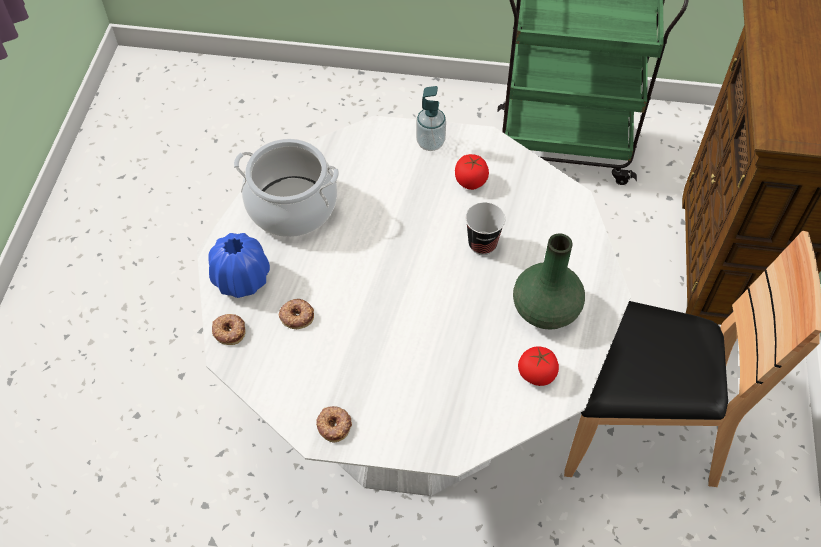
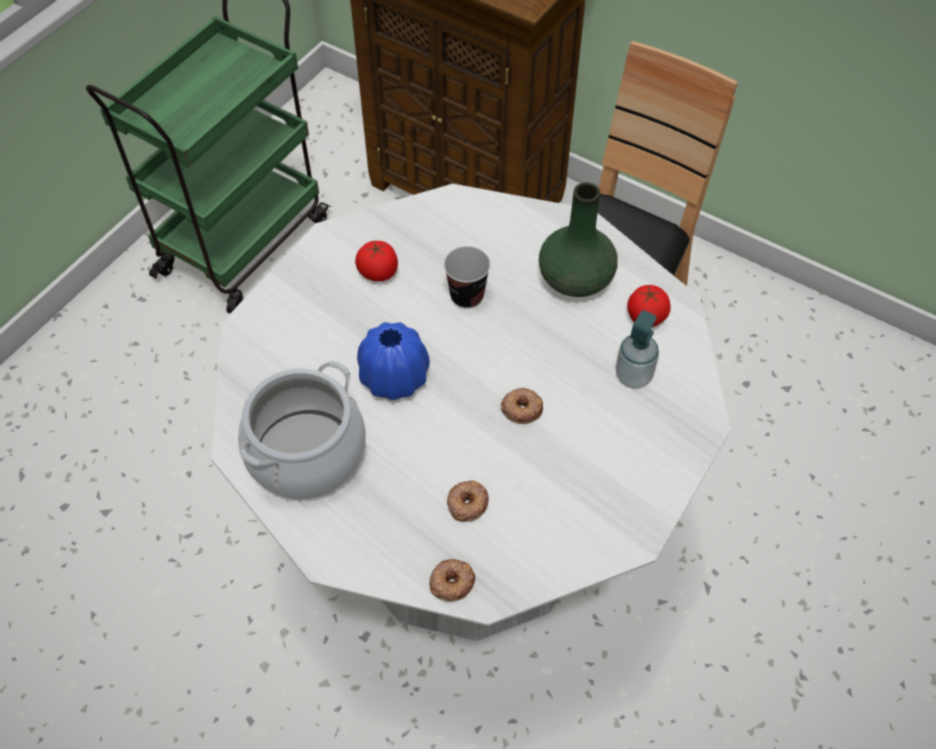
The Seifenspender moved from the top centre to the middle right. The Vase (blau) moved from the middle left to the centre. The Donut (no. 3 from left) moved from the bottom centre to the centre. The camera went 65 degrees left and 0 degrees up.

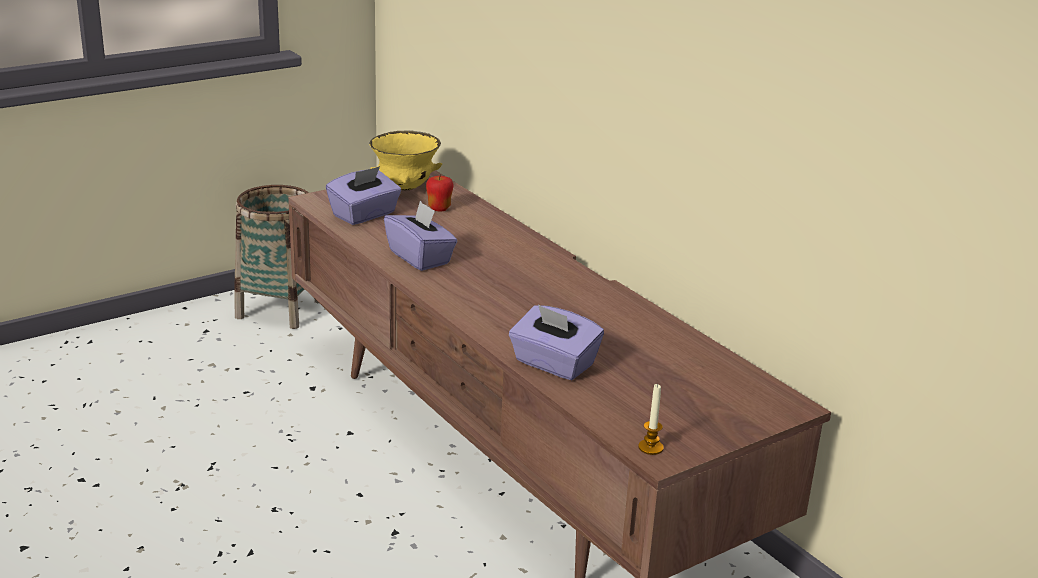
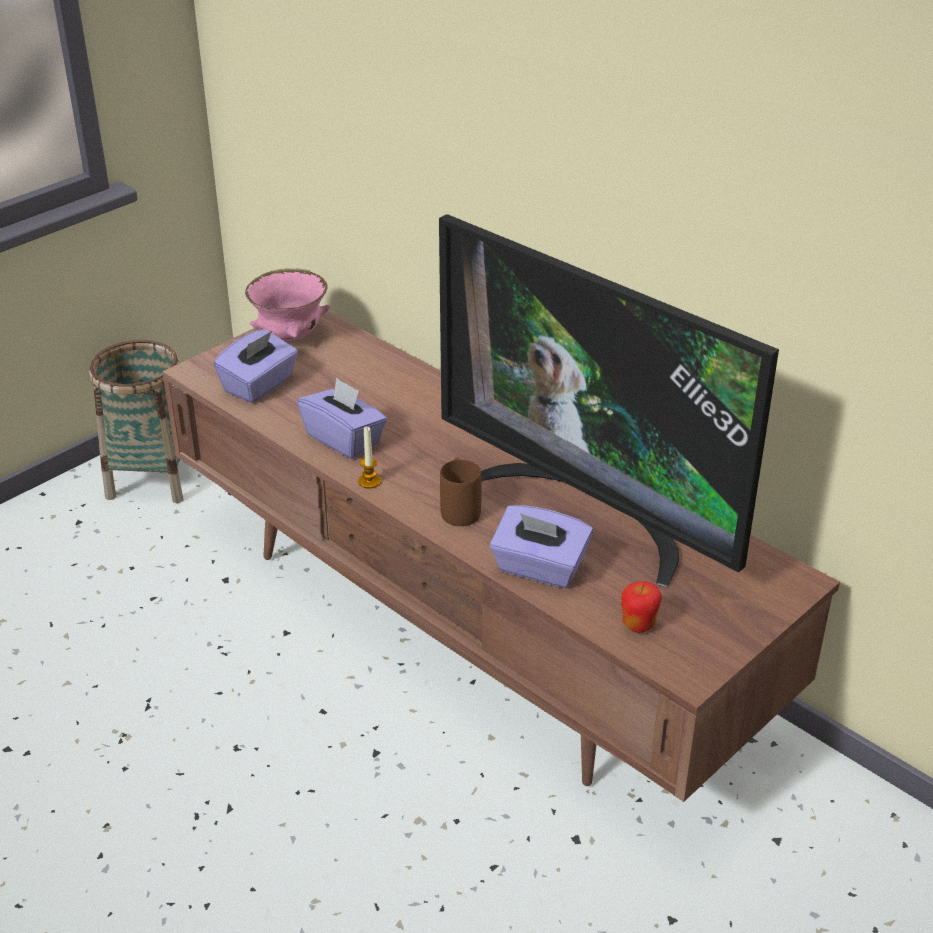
The Schüssel (gelb) at the top centre became the Schüssel (rosa) at the top left. The Apfel moved from the top centre to the middle right. The Kerze moved from the bottom centre to the centre. The Fernseher at the centre appeared. The Henkelbecher (braun) at the centre appeared. The camera went 10 degrees left and 10 degrees up.

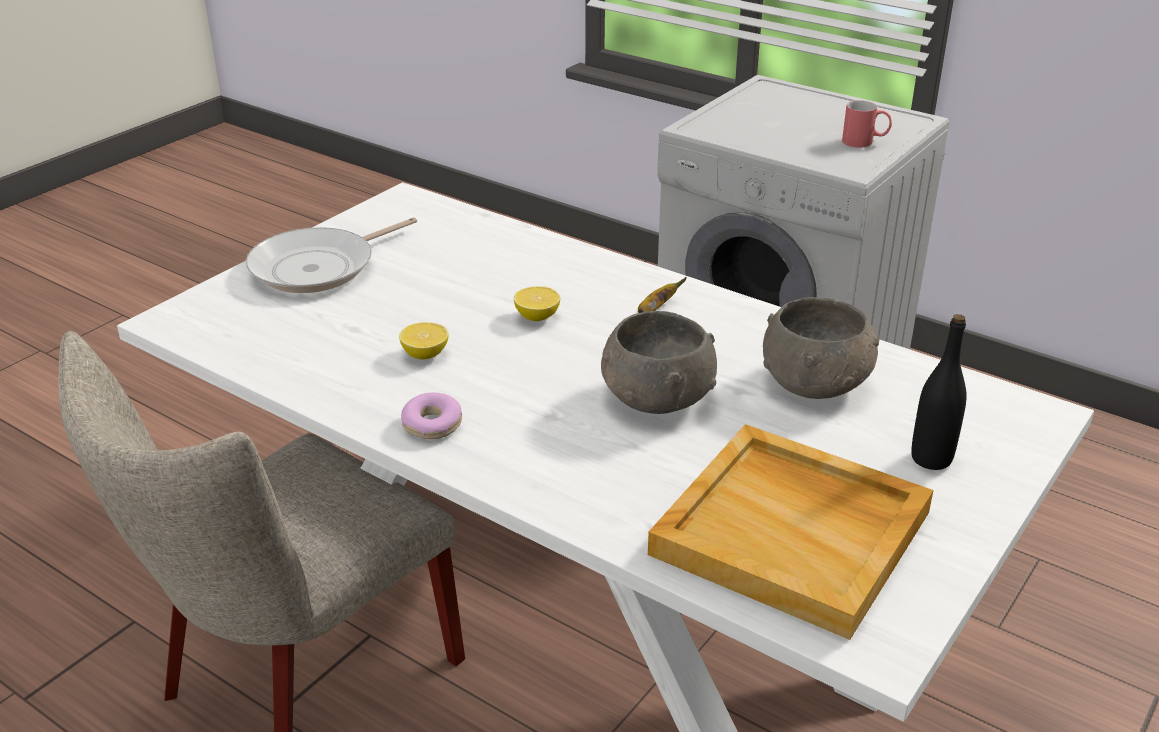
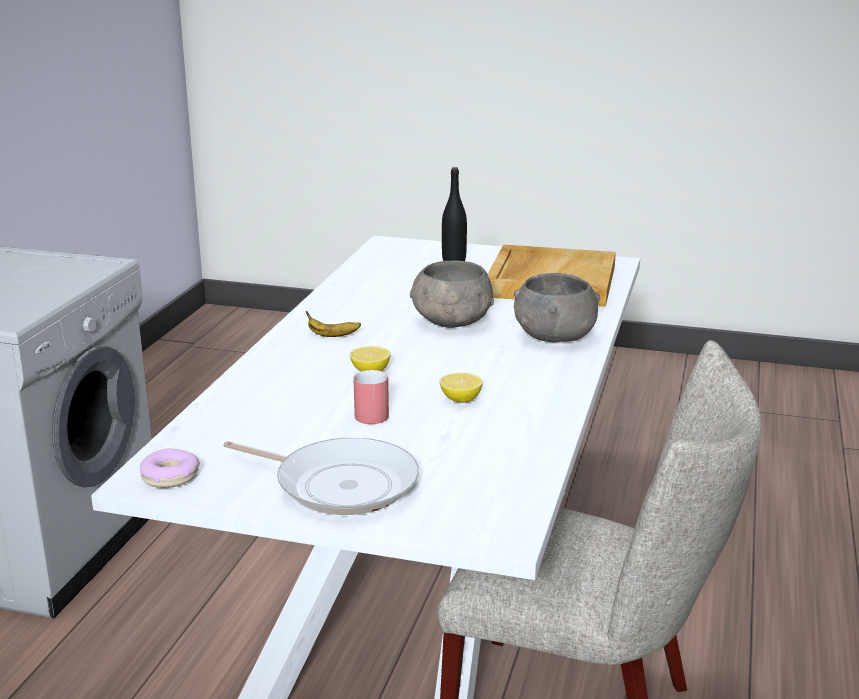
The Henkelbecher (rot) moved from the top right to the centre. The Schüssel (grau) (no. 2 from left) moved from the middle right to the centre. The Donut moved from the centre to the bottom left. The camera went 110 degrees left and 10 degrees down.

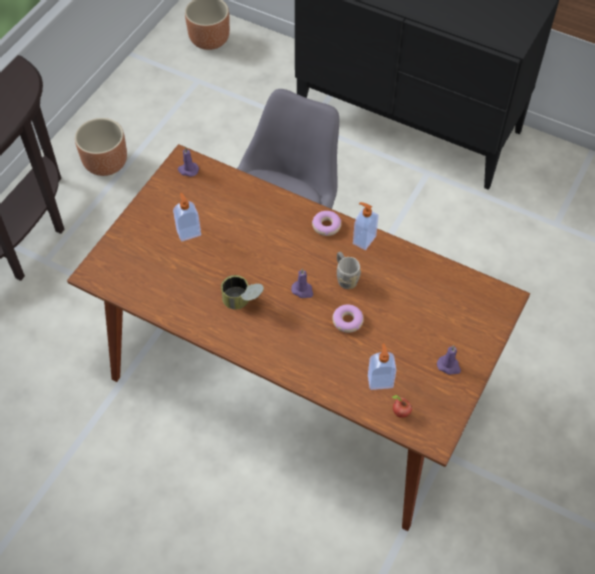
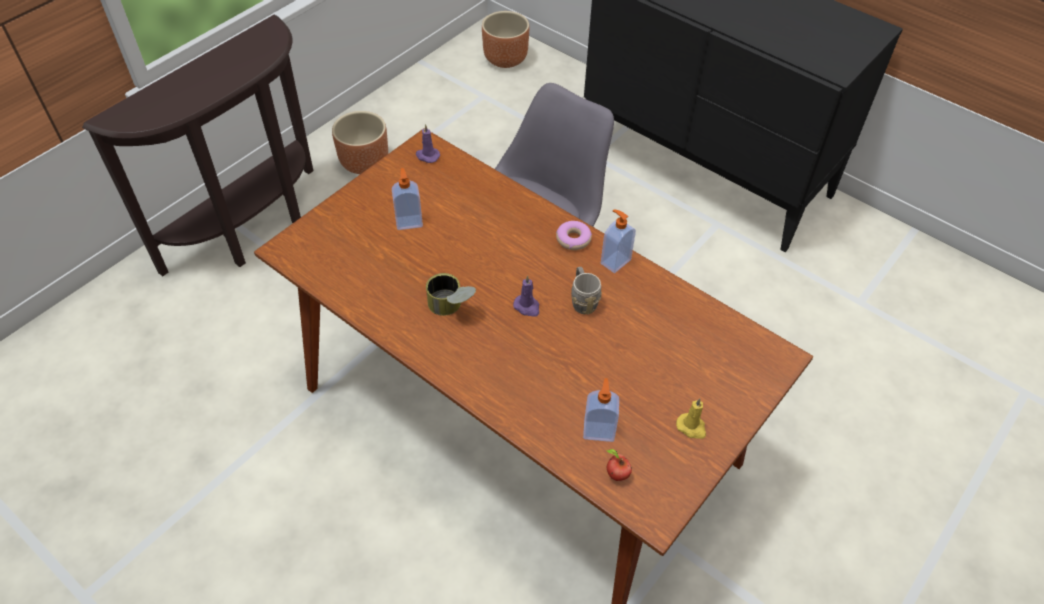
The Donut (no. 2 from left) at the centre disappeared. The Kerze (lila) (no. 3 from left) at the middle right became the Kerze (gelb) at the bottom centre. The camera went 10 degrees right and 5 degrees down.

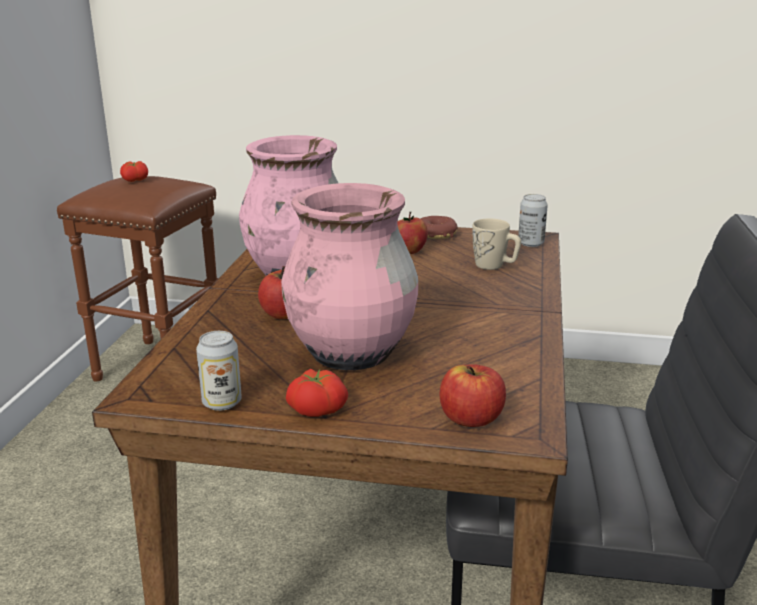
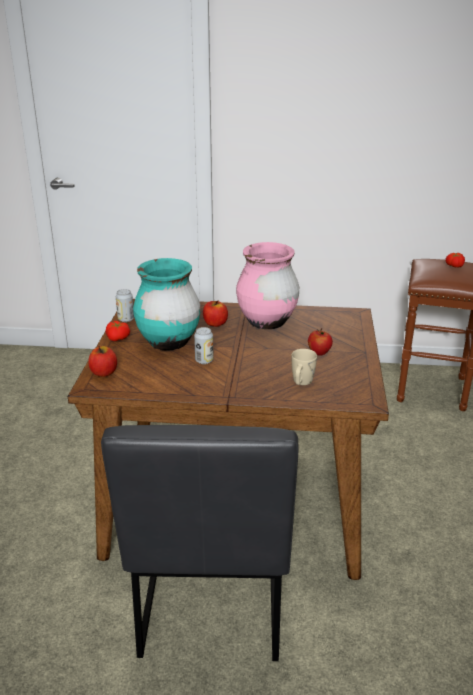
The Vase (rosa) (no. 2 from left) at the centre became the Vase (türkis) at the centre. The Dose (no. 2 from left) moved from the middle right to the centre. The Donut at the centre disappeared. The camera went 85 degrees right and 5 degrees up.

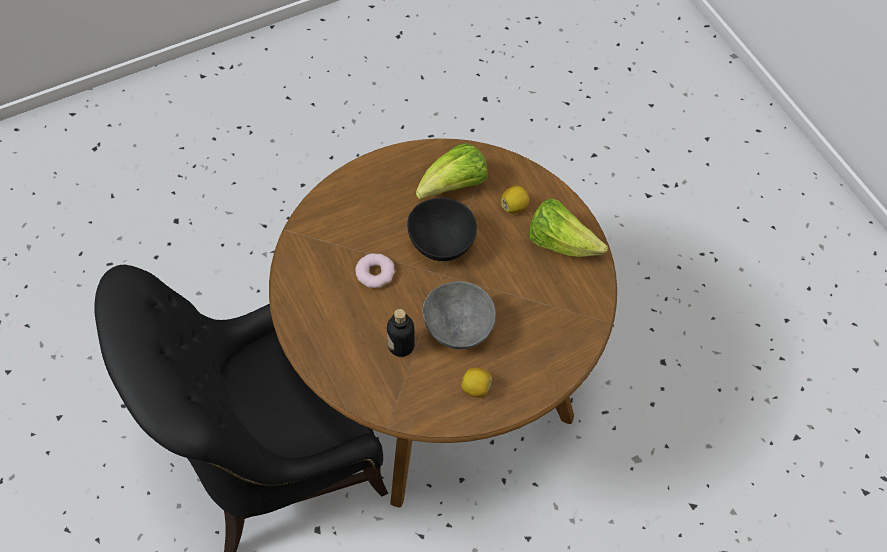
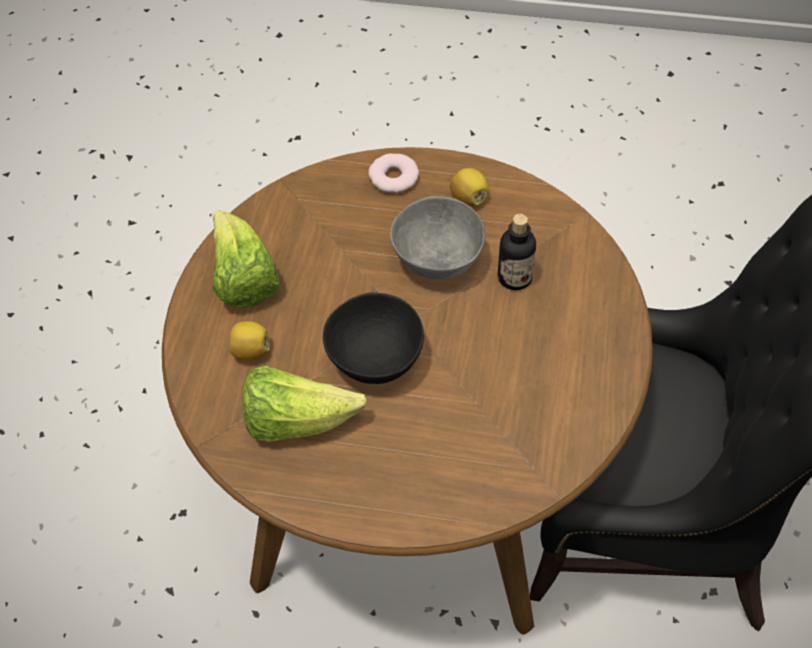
The Donut moved from the centre to the top centre. The camera went 140 degrees left and 5 degrees down.

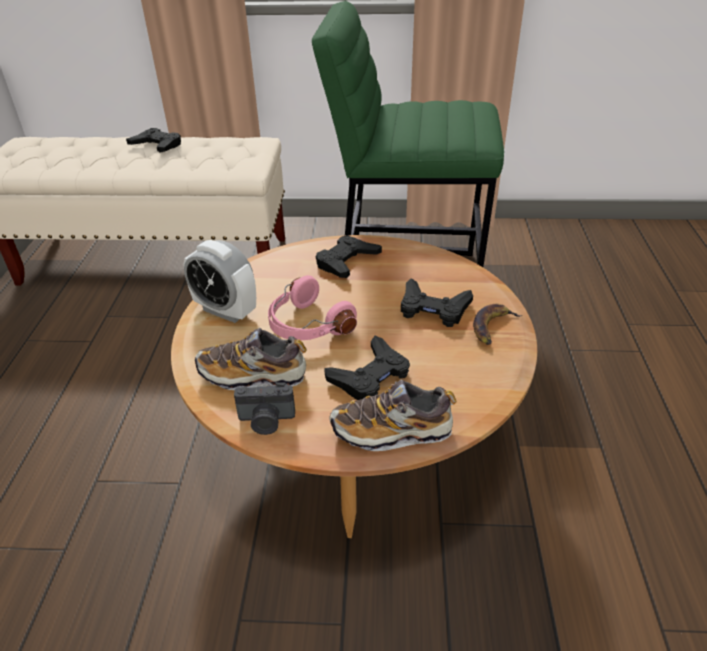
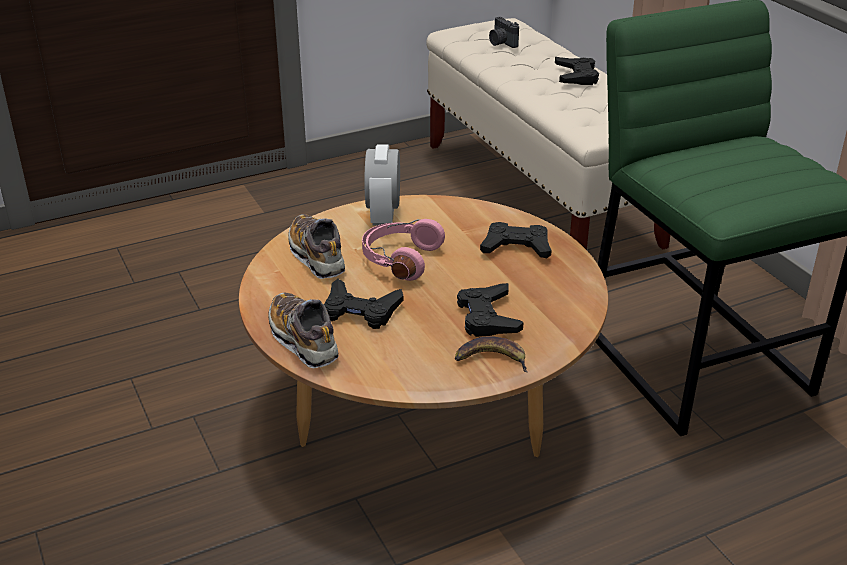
The Kamera moved from the centre to the top centre. The camera went 60 degrees right and 5 degrees down.

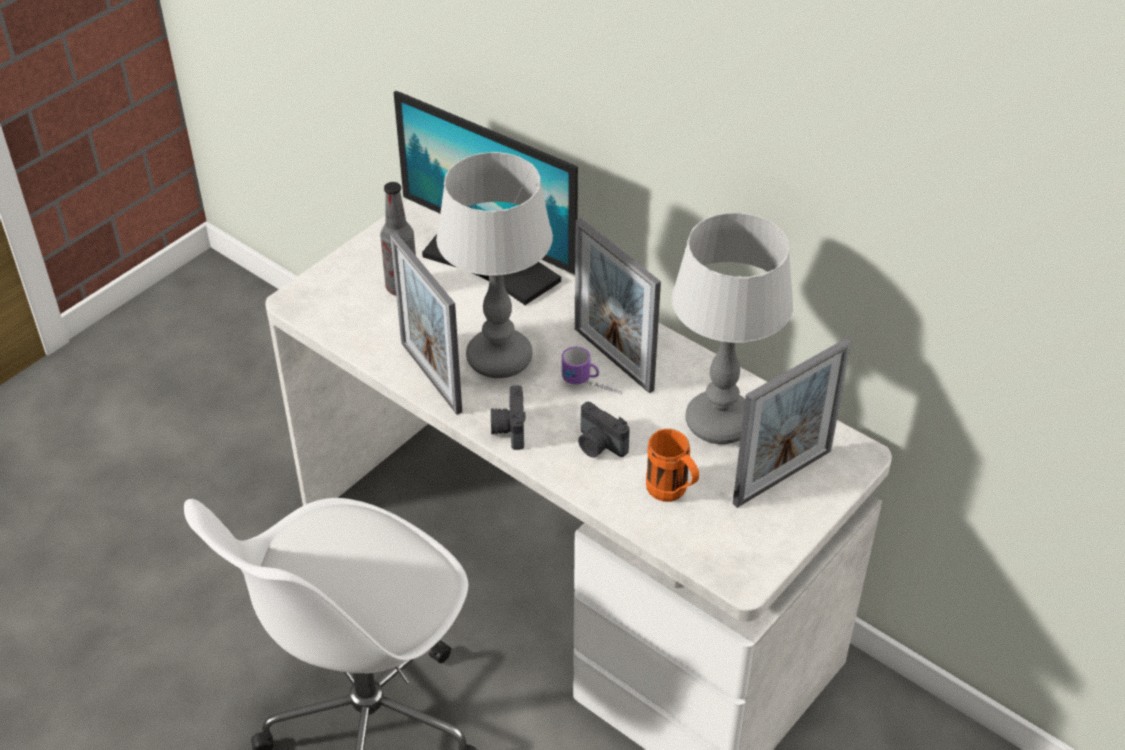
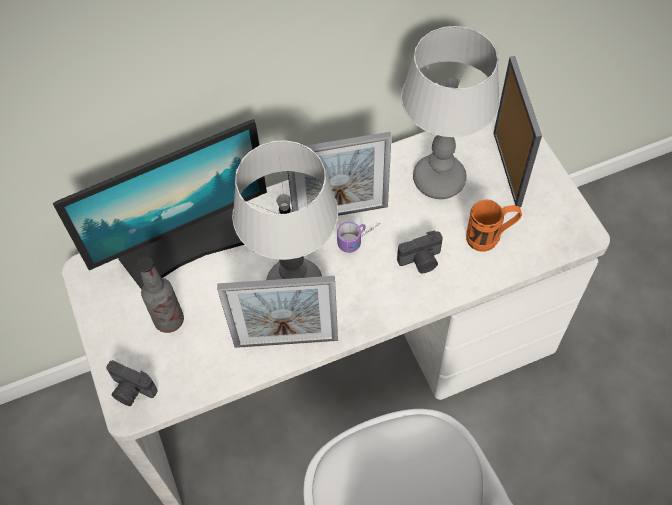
The Kamera (no. 1 from left) moved from the centre to the bottom left. The camera went 60 degrees left and 15 degrees up.

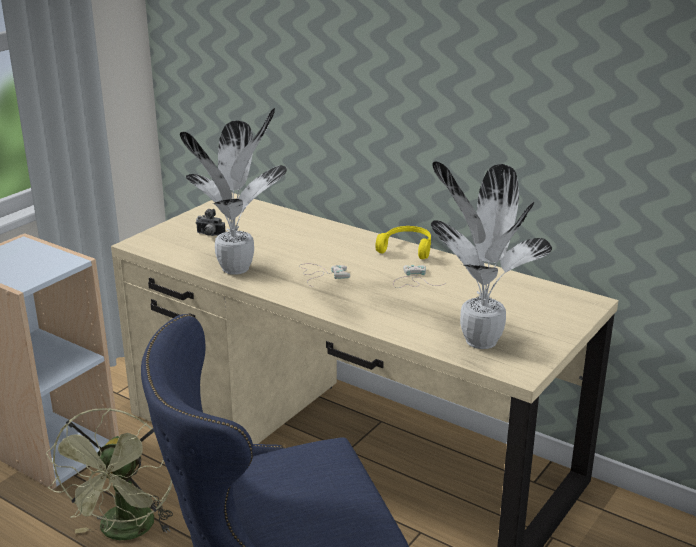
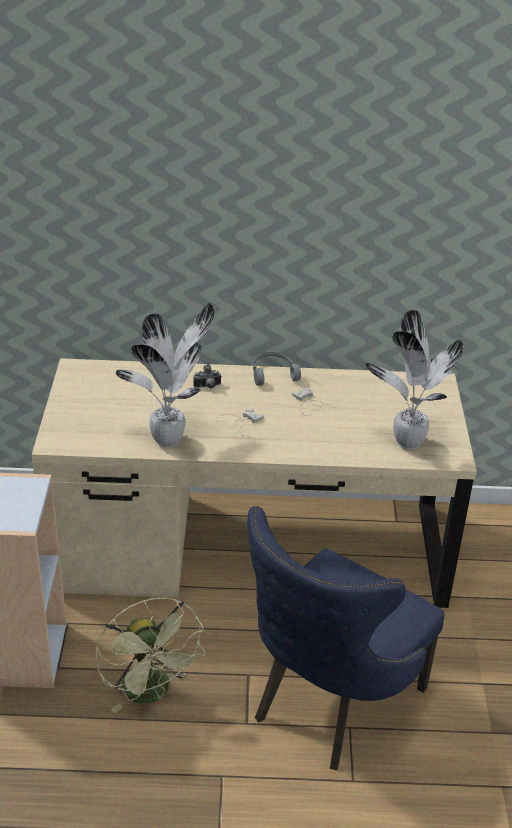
The Kamera moved from the middle left to the centre. The Kopfhörer (gelb) at the centre became the Kopfhörer (grau) at the centre. The camera went 35 degrees left and 10 degrees up.

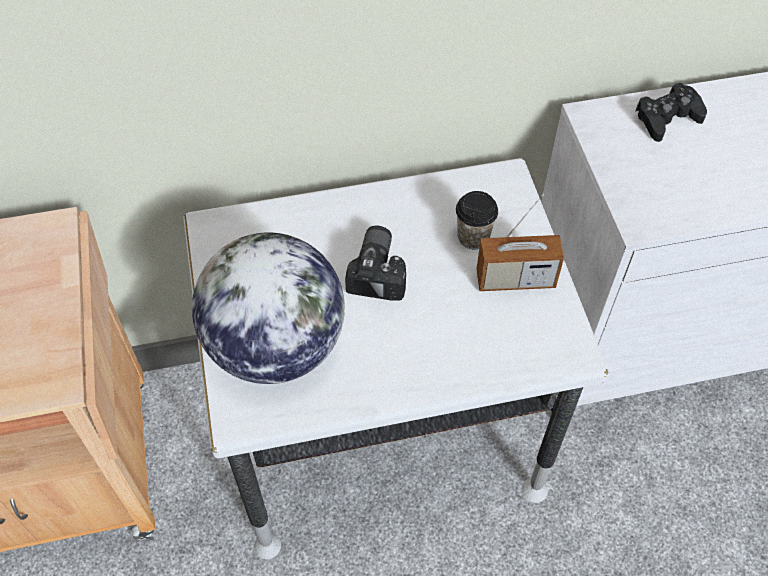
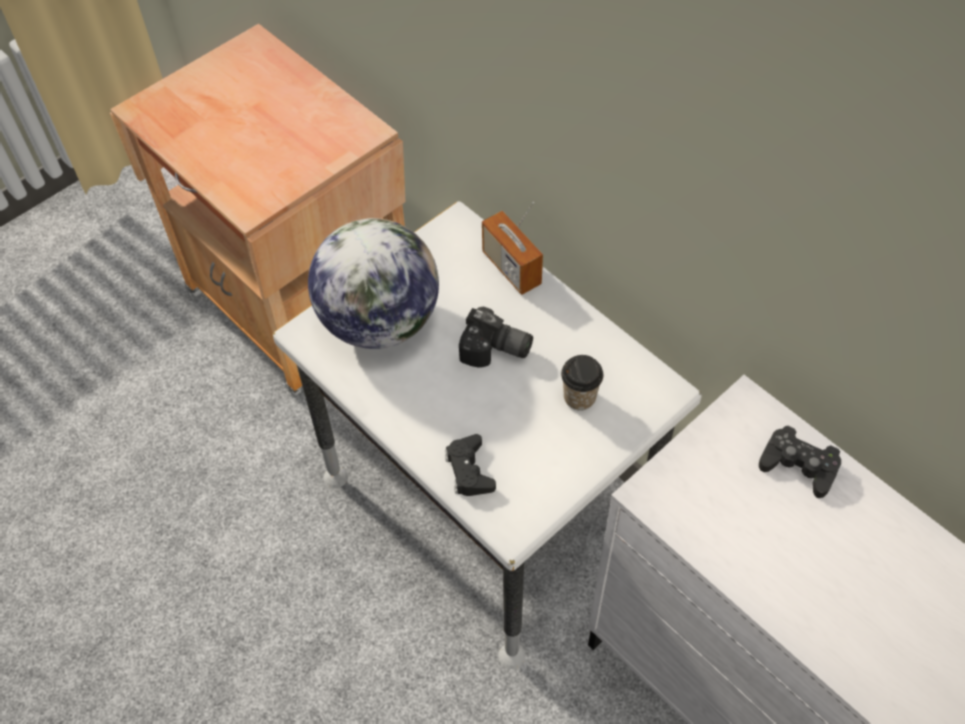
The Radio moved from the middle right to the centre. The Kamera at the centre turned 45 degrees clockwise. The Gamepad (schwarz) (no. 1 from left) at the centre appeared. The camera went 60 degrees right and 0 degrees up.

